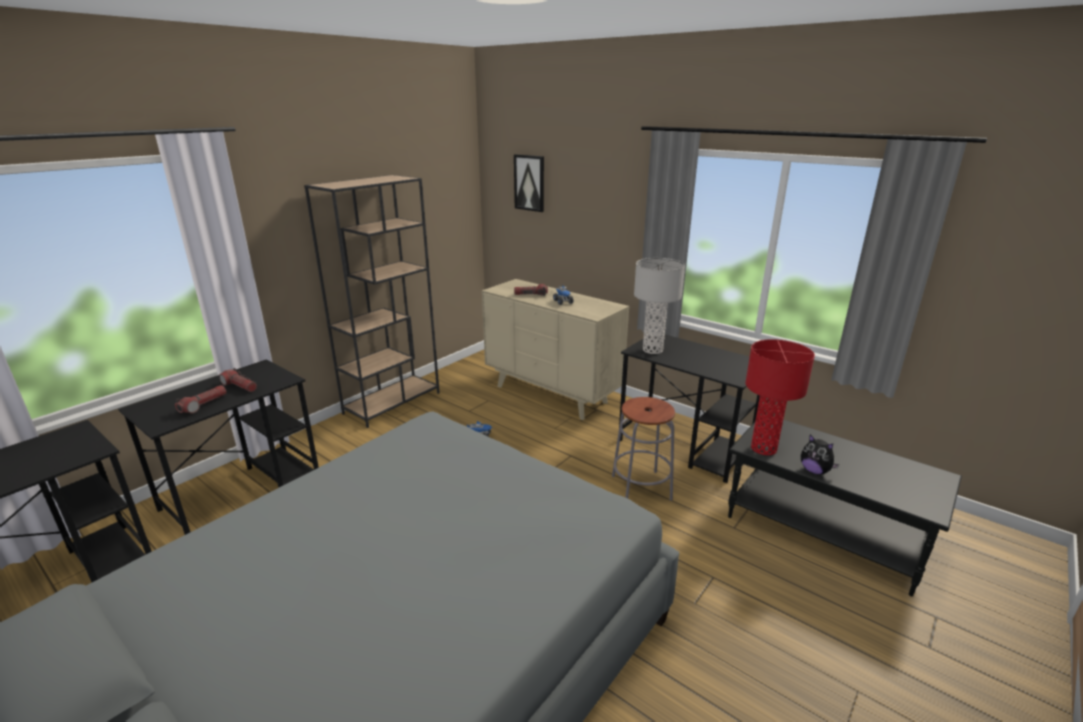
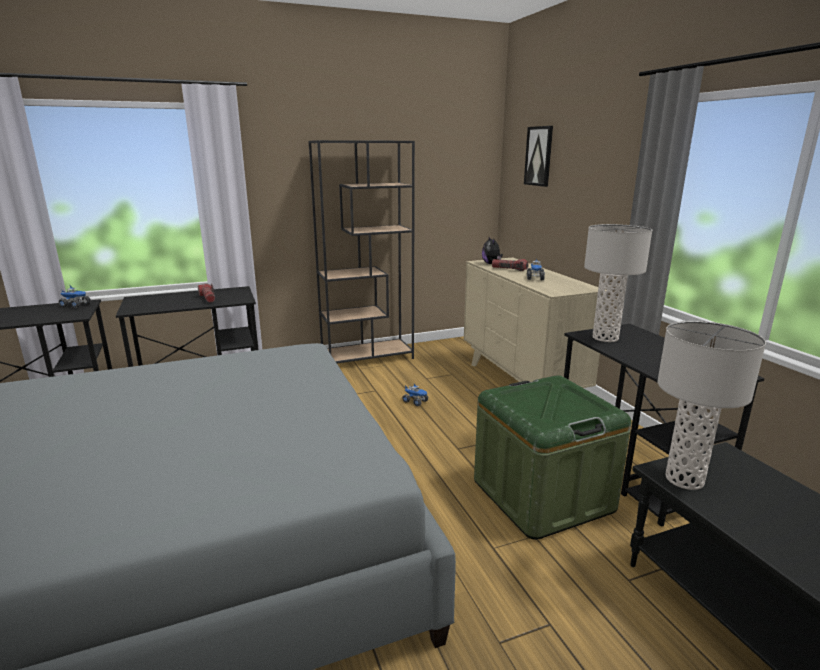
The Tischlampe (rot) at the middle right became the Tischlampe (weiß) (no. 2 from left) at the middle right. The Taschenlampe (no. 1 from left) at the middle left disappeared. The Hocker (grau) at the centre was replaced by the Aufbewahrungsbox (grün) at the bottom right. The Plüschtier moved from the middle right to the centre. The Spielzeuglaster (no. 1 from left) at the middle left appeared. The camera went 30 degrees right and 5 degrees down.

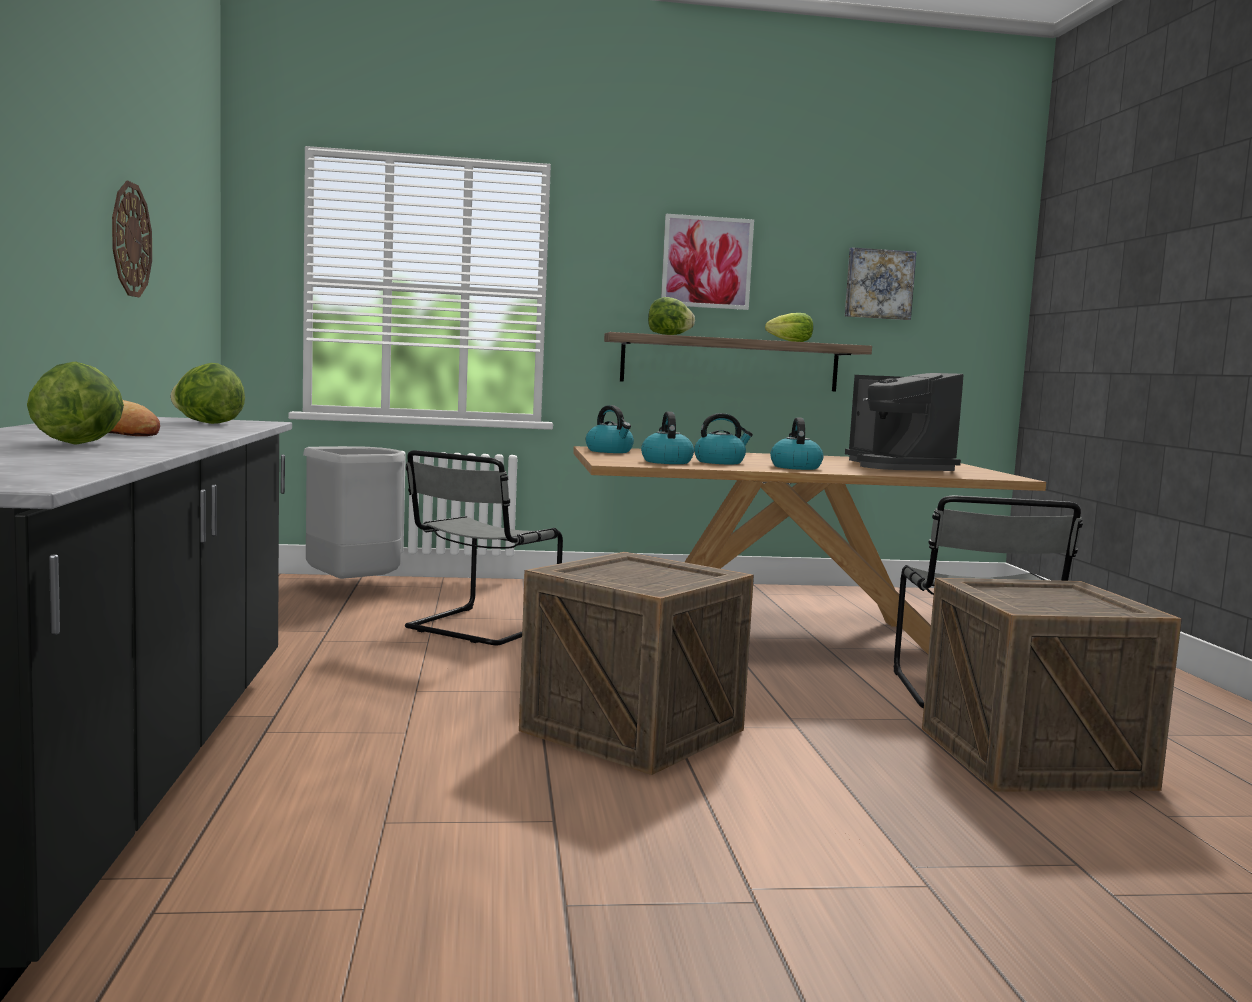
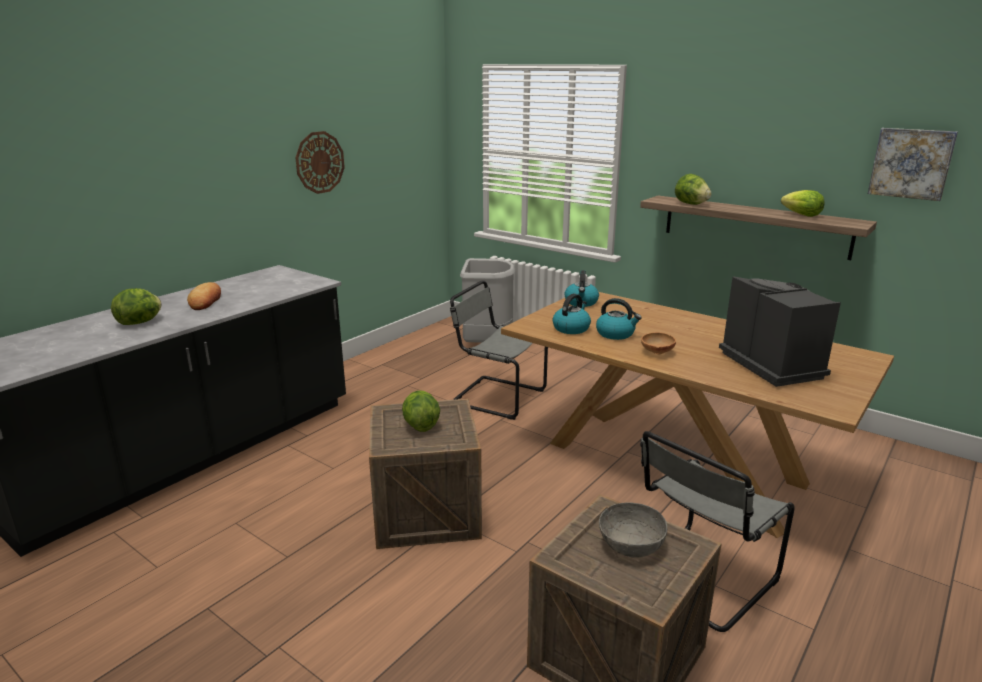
The Bild (no. 1 from left) at the top centre disappeared. The Salatkopf (no. 2 from left) moved from the middle left to the centre. The Kaffeemaschine at the middle right turned 135 degrees clockwise. The Wasserkessel (no. 4 from left) at the centre was replaced by the Schüssel (braun) at the middle right. The Stuhl (grau) (no. 1 from left) at the centre turned 45 degrees clockwise. The Schüssel (grau) at the bottom centre appeared. The camera went 45 degrees right and 15 degrees up.

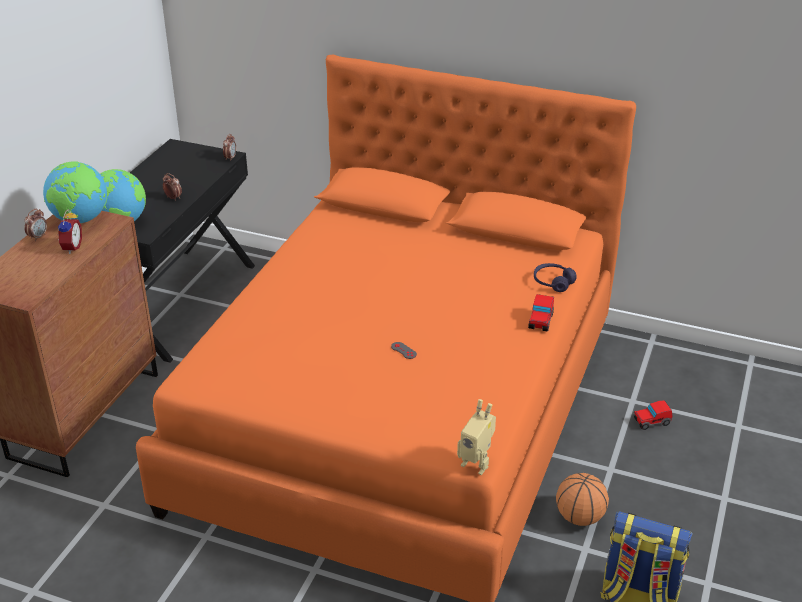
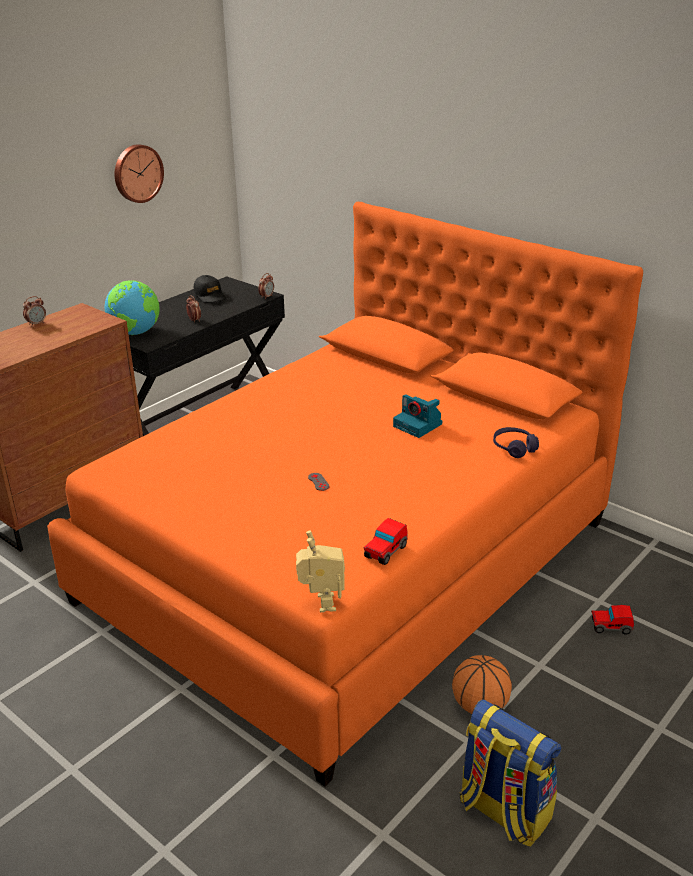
The Globus (no. 1 from left) at the top left disappeared. The Wecker (no. 2 from left) at the middle left disappeared. The Spielzeugauto (no. 1 from left) moved from the middle right to the centre. The Spielzeugroboter at the bottom centre turned 150 degrees counterclockwise. The Wanduhr at the top left appeared. The Kappe (schwarz) at the top left appeared. The Kamera at the centre appeared. The camera went 20 degrees right and 5 degrees down.

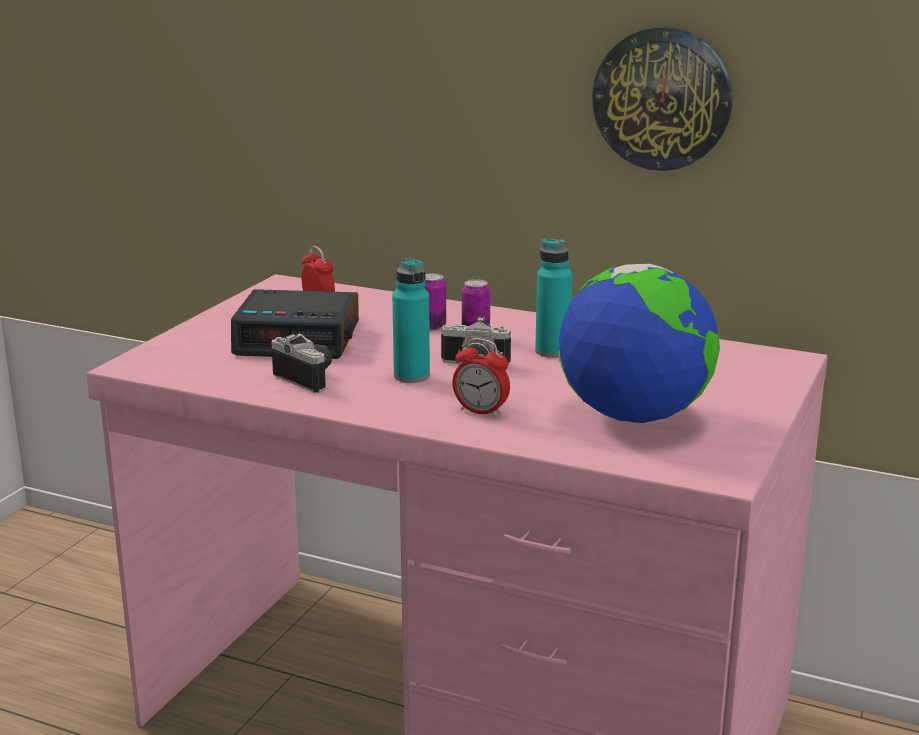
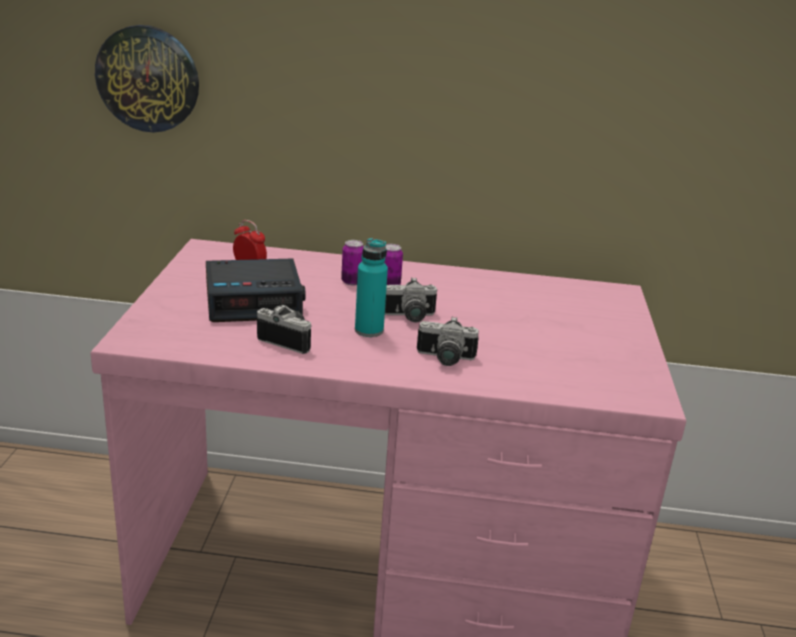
The Wanduhr moved from the top right to the top left. The Flasche (türkis) (no. 2 from left) at the centre disappeared. The Globus at the middle right disappeared. The Wecker (no. 3 from left) at the centre was replaced by the Kamera (no. 3 from left) at the centre. The camera went 20 degrees left and 5 degrees up.

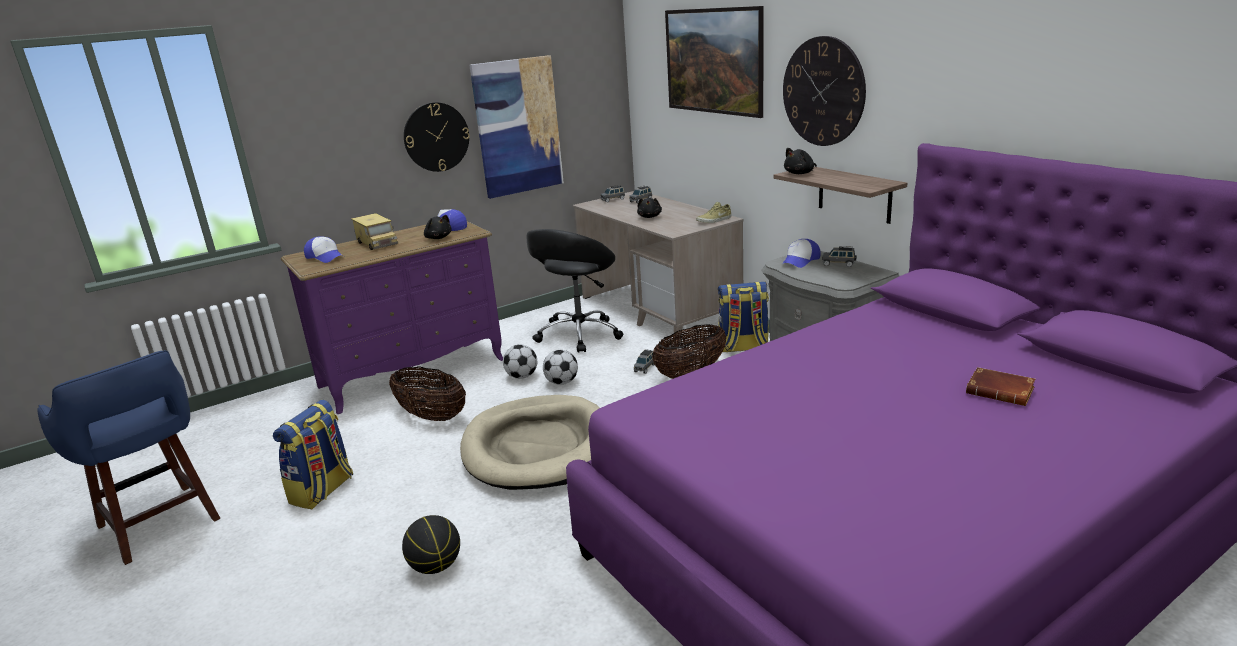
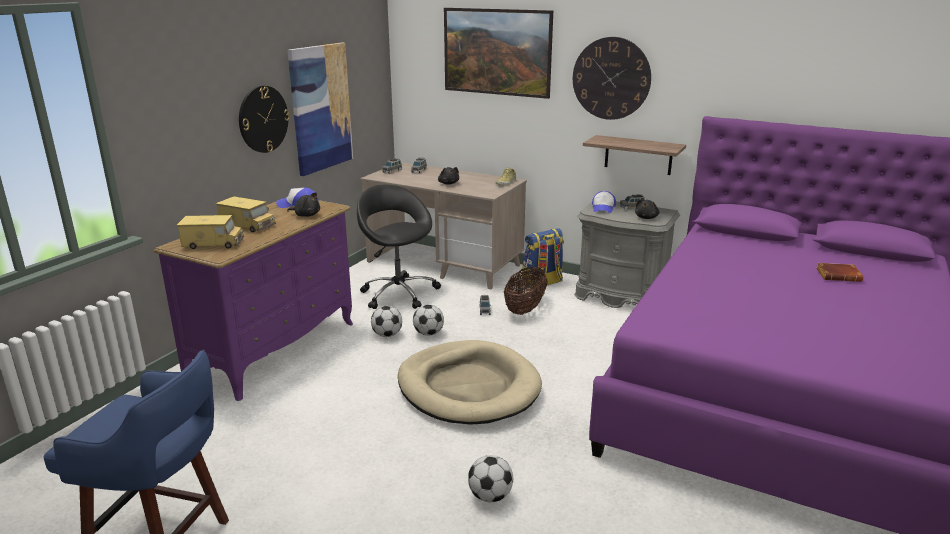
The Plüschtier (schwarz) (no. 3 from left) moved from the top centre to the middle right. The Bürostuhl (schwarz) at the centre turned 135 degrees clockwise. The Kappe (no. 1 from left) at the middle left was replaced by the Spielzeuglaster (no. 1 from left) at the middle left. The Korb (no. 1 from left) at the centre disappeared. The Rucksack (no. 1 from left) at the bottom left disappeared. The Basketball at the bottom centre was replaced by the Fußball (no. 3 from left) at the bottom centre. The camera went 30 degrees left and 0 degrees up.

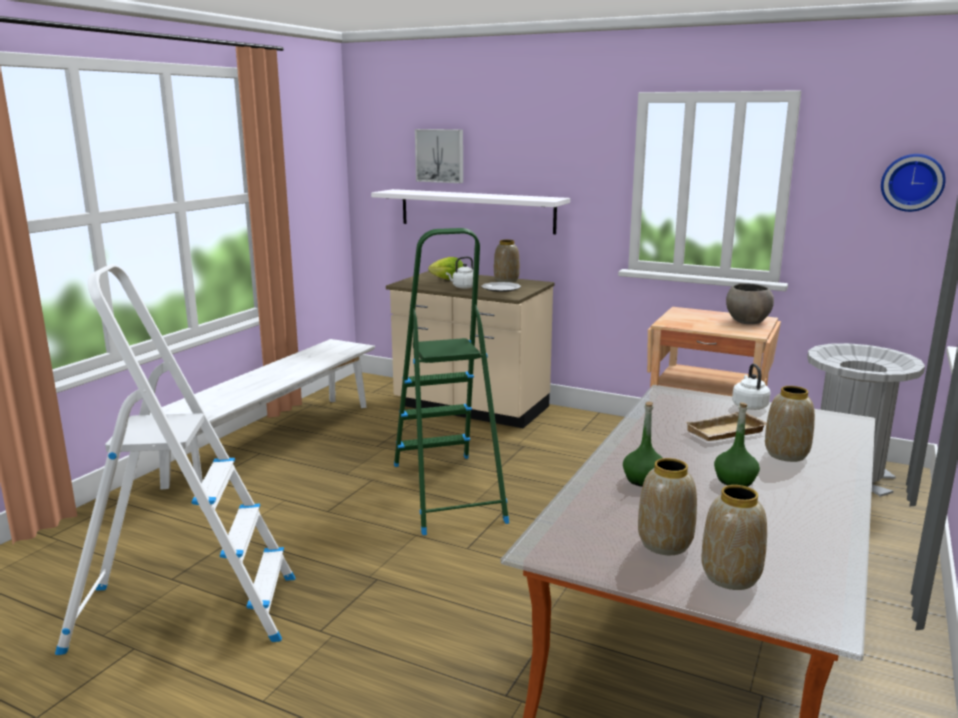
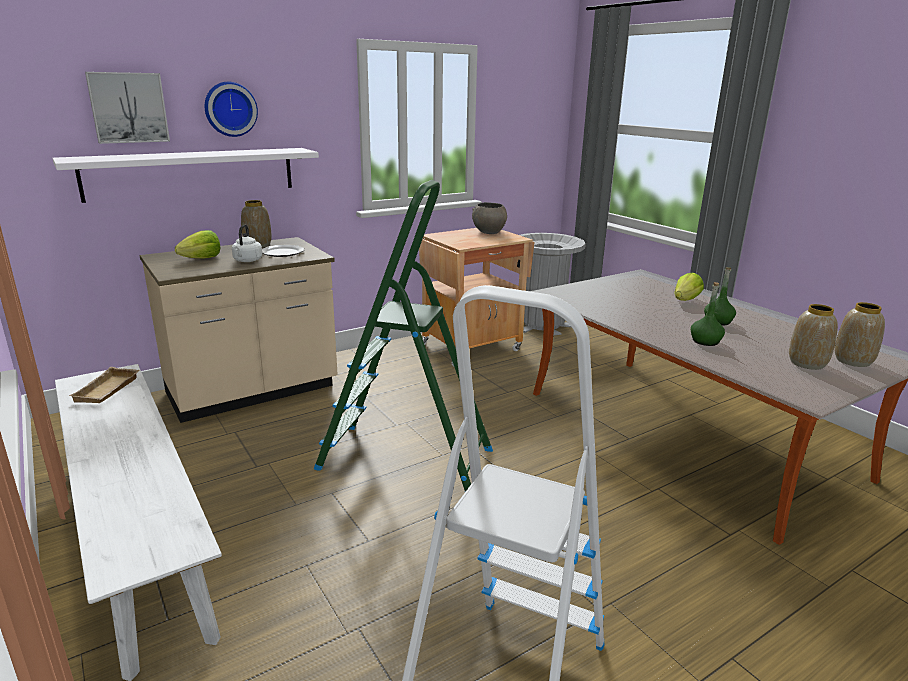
The Wanduhr moved from the top right to the top left. The Wasserkessel (weiß) (no. 2 from left) at the middle right disappeared. The Vase (no. 4 from left) at the middle right was replaced by the Salatkopf (no. 2 from left) at the middle right. The Tablett (beige) moved from the middle right to the middle left. The camera went 60 degrees left and 5 degrees up.

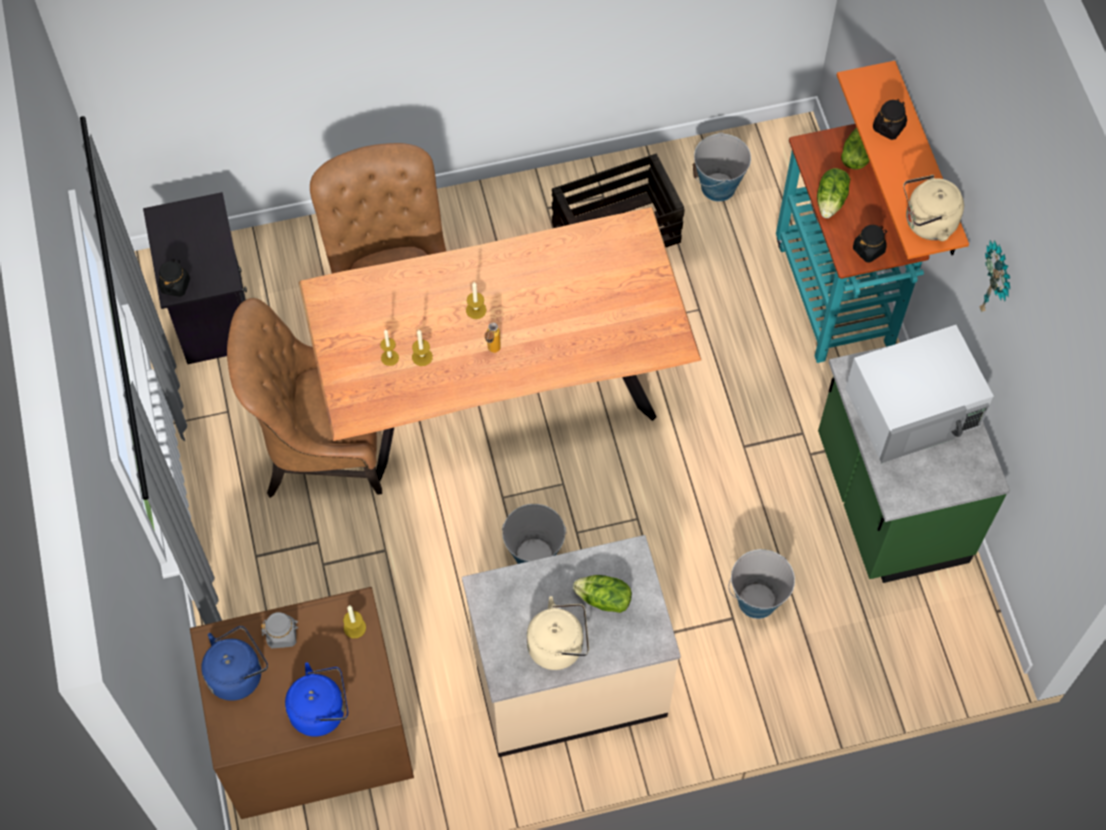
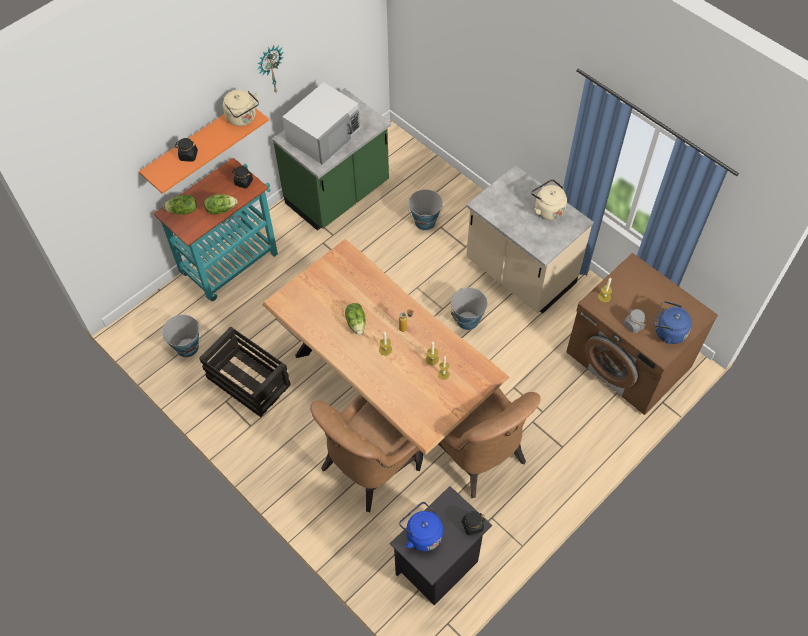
The Mikrowelle (weiß) at the middle right turned 90 degrees clockwise. The Salatkopf (no. 1 from left in the first image) moved from the bottom centre to the centre. The Wasserkessel (blau) (no. 2 from left in the first image) moved from the bottom left to the bottom centre. The camera went 120 degrees left and 5 degrees down.

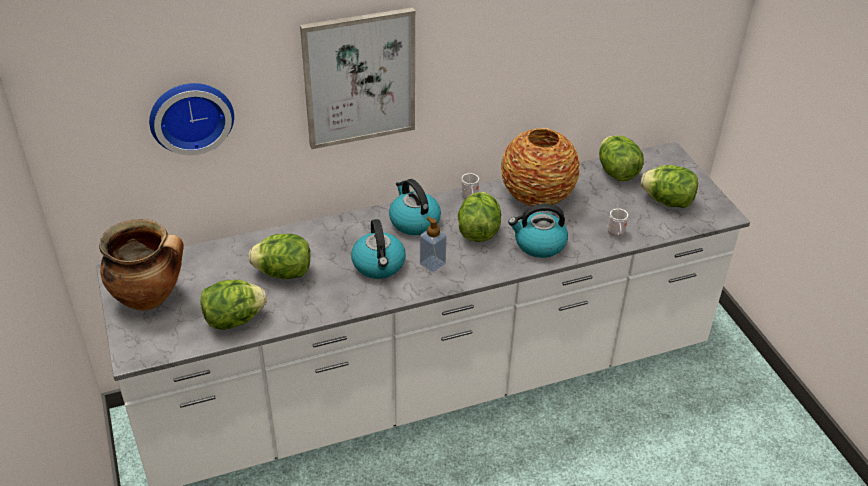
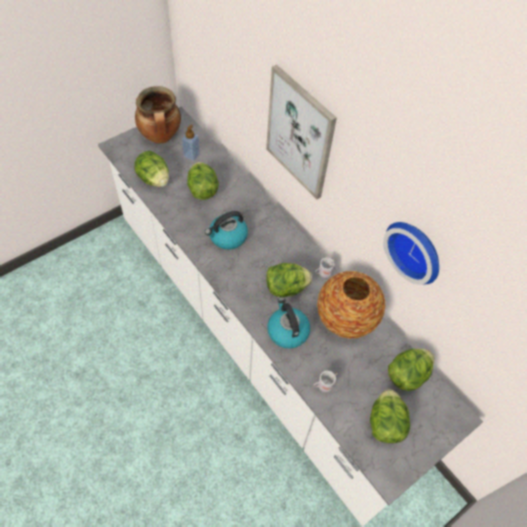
The Wanduhr moved from the top left to the middle right. The Wasserkessel (no. 2 from left) at the centre disappeared. The Seifenspender moved from the centre to the top centre. The camera went 70 degrees right and 15 degrees up.

